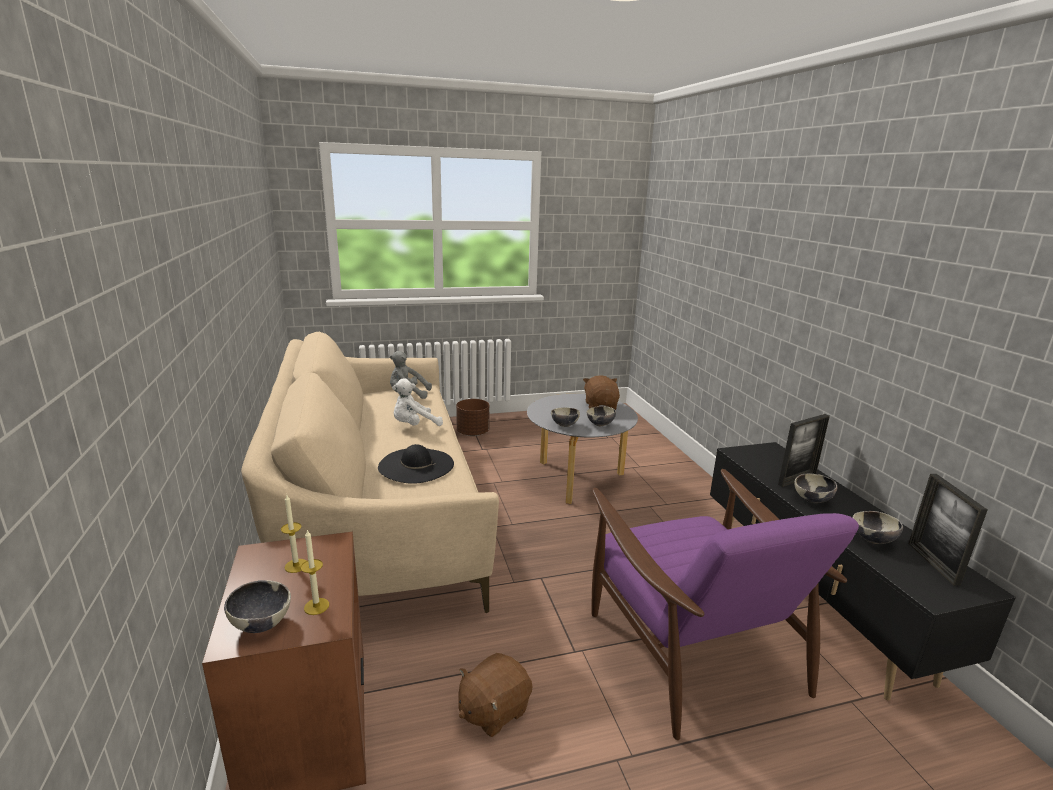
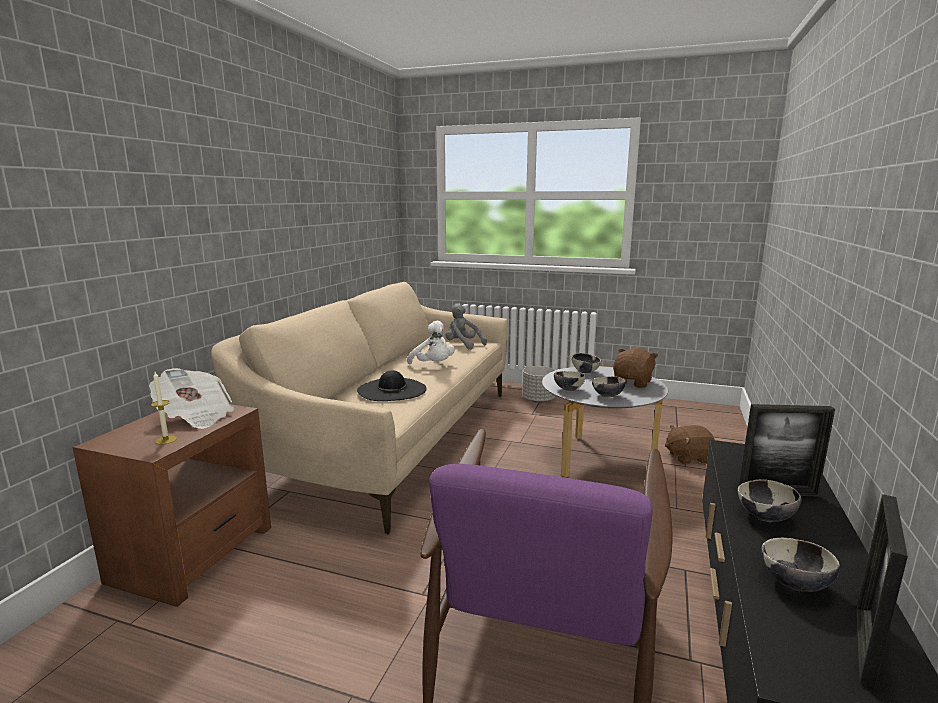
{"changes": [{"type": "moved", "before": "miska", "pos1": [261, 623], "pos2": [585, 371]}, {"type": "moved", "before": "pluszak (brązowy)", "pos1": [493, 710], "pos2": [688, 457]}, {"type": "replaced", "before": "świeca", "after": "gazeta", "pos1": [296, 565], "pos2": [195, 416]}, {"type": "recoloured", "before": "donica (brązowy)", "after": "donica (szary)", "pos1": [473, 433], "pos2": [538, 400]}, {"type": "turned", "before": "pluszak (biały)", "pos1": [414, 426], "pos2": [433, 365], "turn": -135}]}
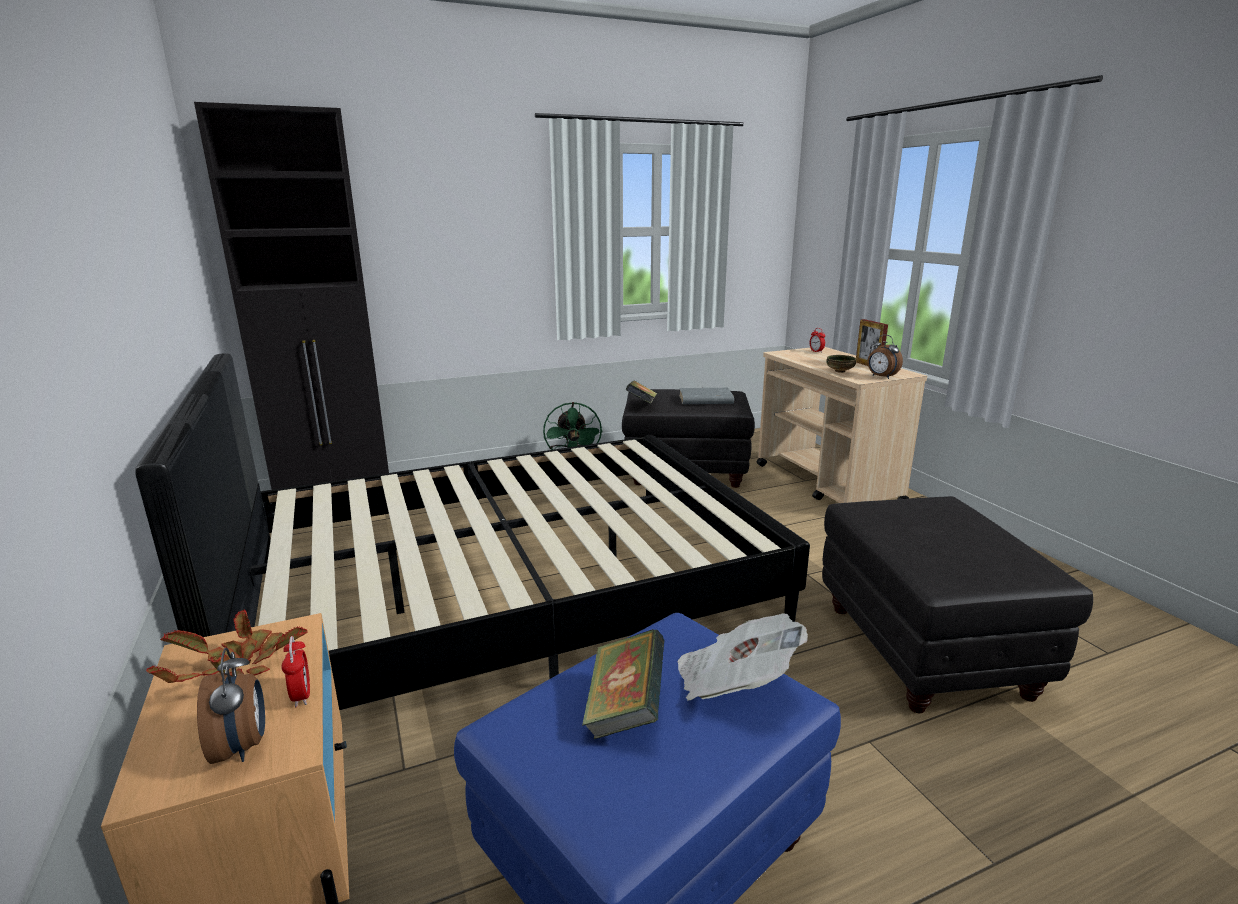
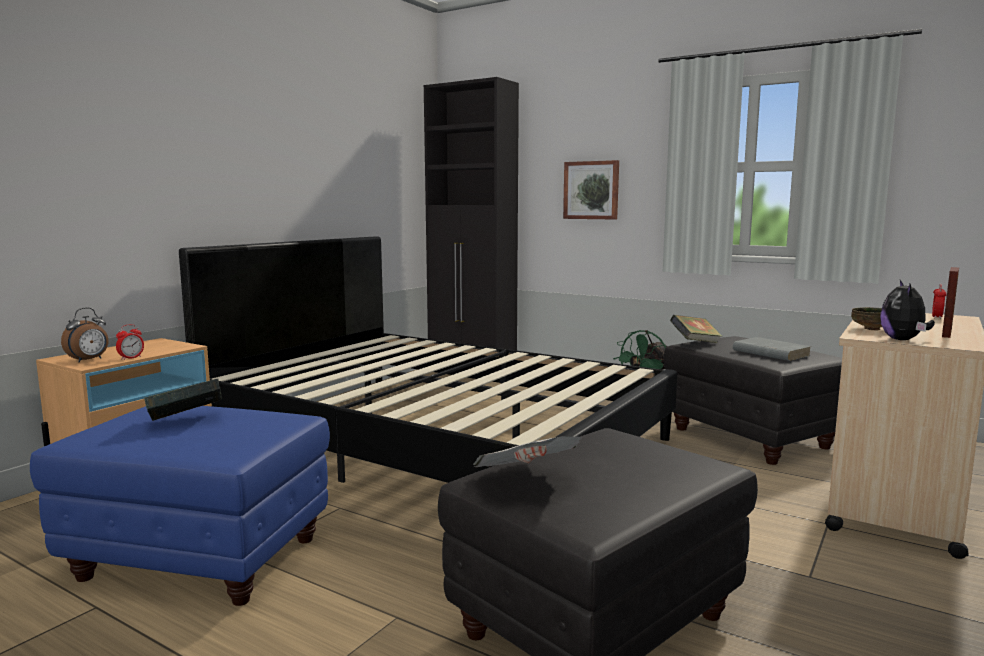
{"changes": [{"type": "removed", "before": "roślina doniczkowa", "pos1": [238, 668]}, {"type": "added", "after": "obraz", "pos2": [591, 190]}, {"type": "moved", "before": "gazeta", "pos1": [734, 683], "pos2": [525, 481]}, {"type": "replaced", "before": "budzik", "after": "pluszak", "pos1": [881, 377], "pos2": [903, 340]}]}
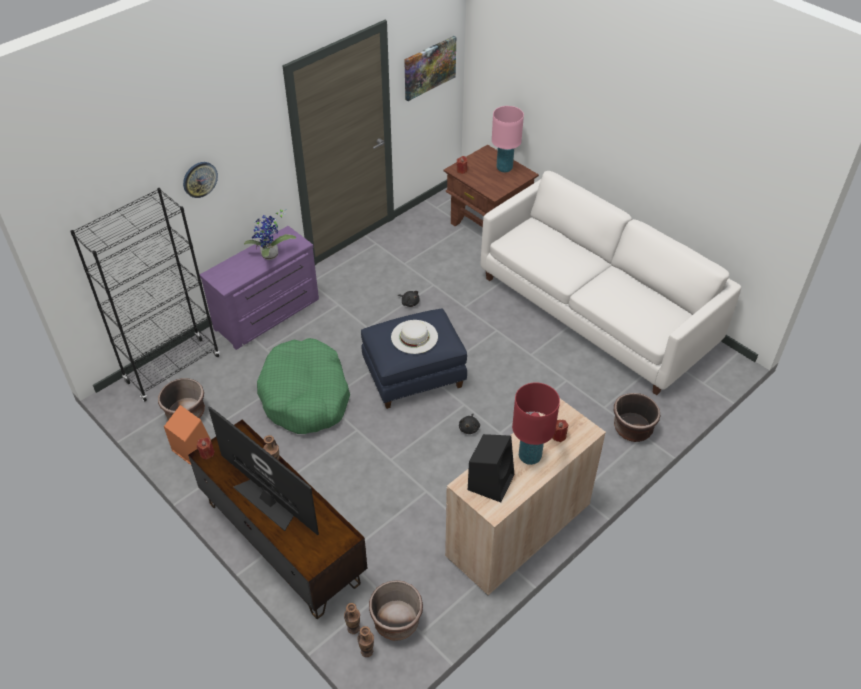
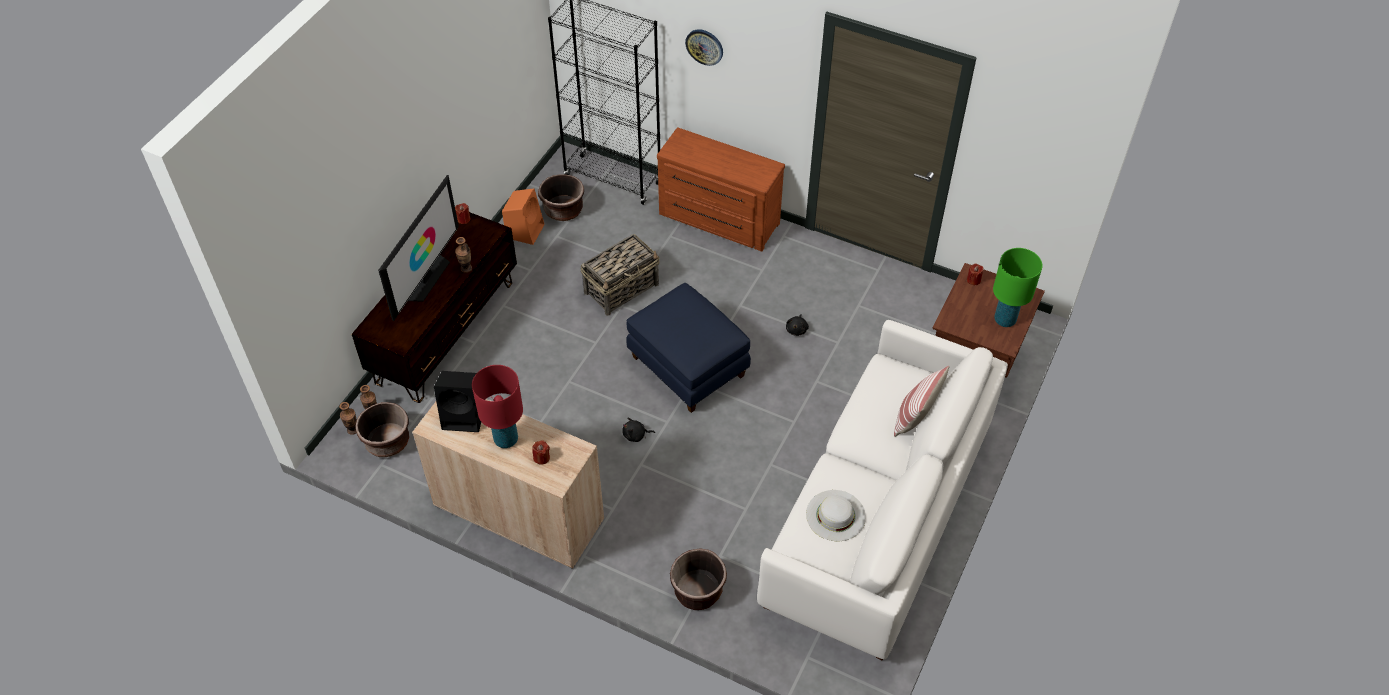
{"changes": [{"type": "removed", "before": "roślina doniczkowa", "pos1": [270, 256]}, {"type": "removed", "before": "obraz", "pos1": [429, 67]}, {"type": "added", "after": "poduszka", "pos2": [915, 417]}, {"type": "moved", "before": "kapelusz (biały)", "pos1": [414, 336], "pos2": [835, 515]}, {"type": "replaced", "before": "legowisko (zielony)", "after": "koszyk", "pos1": [305, 396], "pos2": [622, 288]}, {"type": "recoloured", "before": "komoda (fioletowy)", "after": "komoda (brązowy)", "pos1": [268, 315], "pos2": [718, 220]}, {"type": "recoloured", "before": "lampa stołowa (różowy)", "after": "lampa stołowa (zielony)", "pos1": [504, 168], "pos2": [1005, 320]}]}
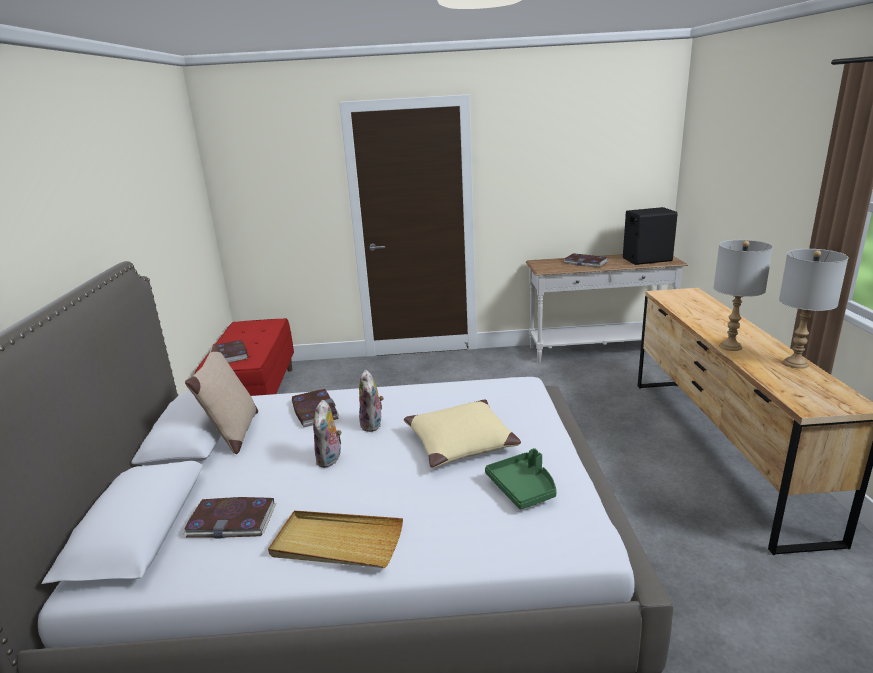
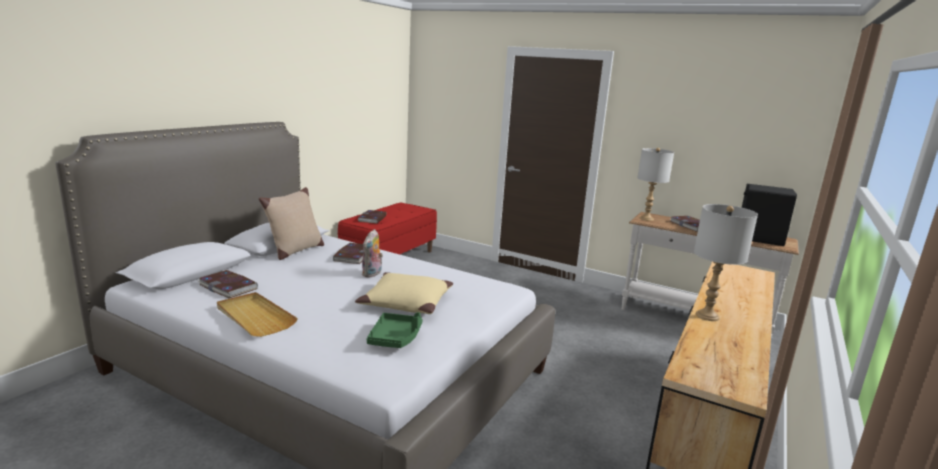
{"changes": [{"type": "removed", "before": "pluszak", "pos1": [330, 459]}, {"type": "moved", "before": "lampa stołowa (szary)", "pos1": [795, 363], "pos2": [646, 219]}]}
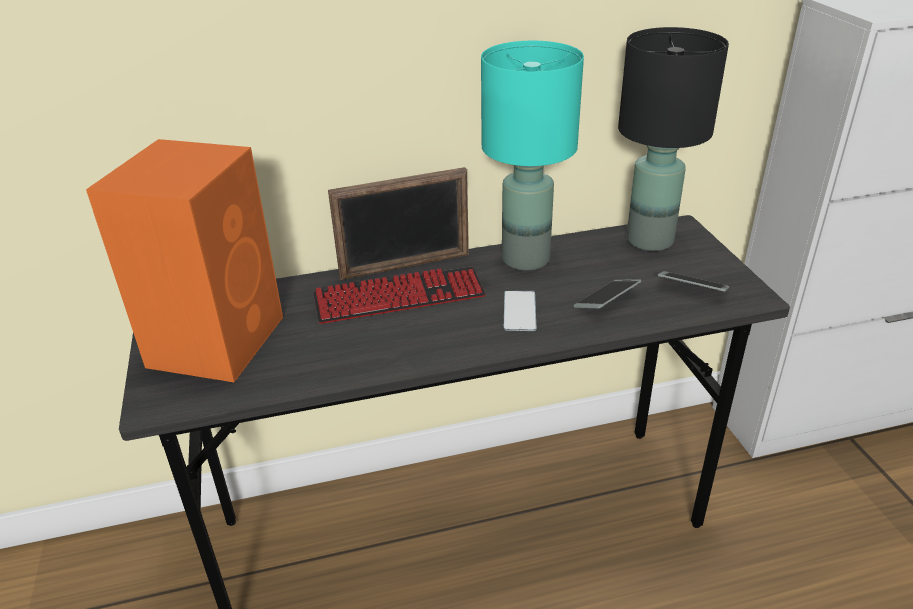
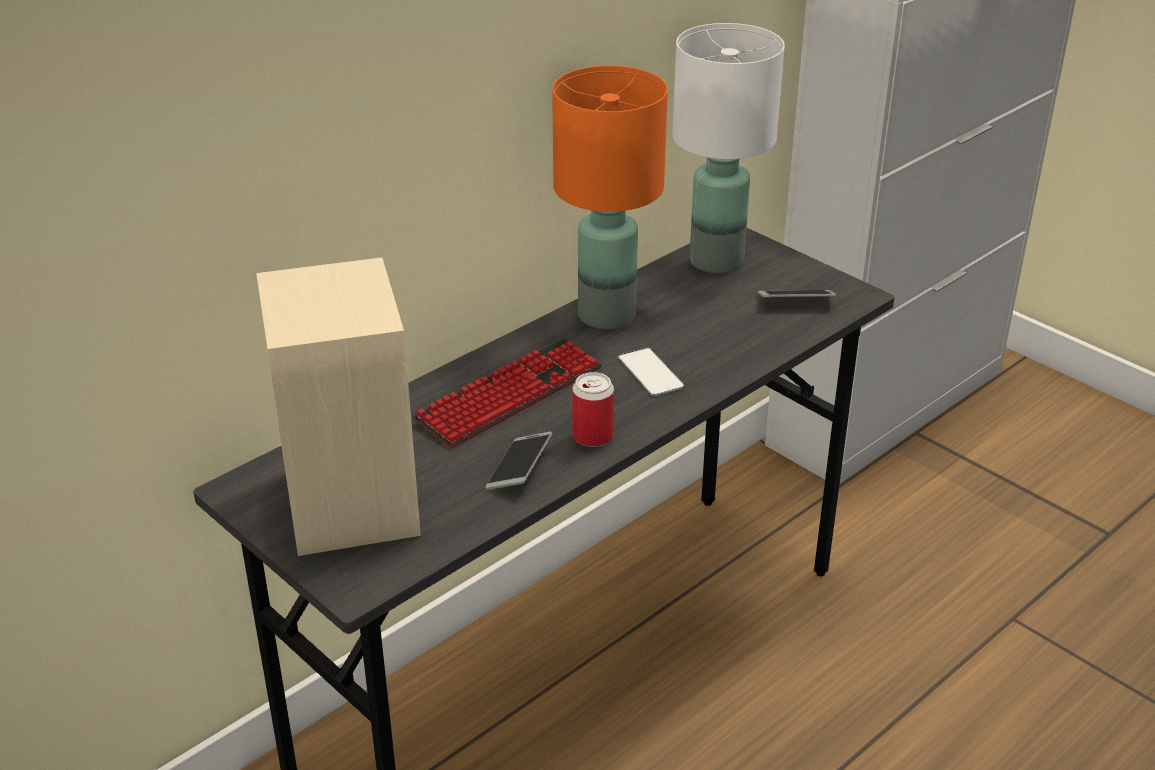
{"changes": [{"type": "removed", "before": "ramka na zdjęcie", "pos1": [405, 266]}, {"type": "added", "after": "puszka", "pos2": [592, 436]}, {"type": "moved", "before": "telefon", "pos1": [606, 300], "pos2": [519, 468]}, {"type": "recoloured", "before": "głośnik (pomarańczowy)", "after": "głośnik (beżowy)", "pos1": [218, 339], "pos2": [350, 500]}, {"type": "recoloured", "before": "lampa stołowa (turkusowy)", "after": "lampa stołowa (pomarańczowy)", "pos1": [526, 258], "pos2": [606, 314]}, {"type": "recoloured", "before": "lampa stołowa (czarny)", "after": "lampa stołowa (biały)", "pos1": [648, 241], "pos2": [716, 262]}]}
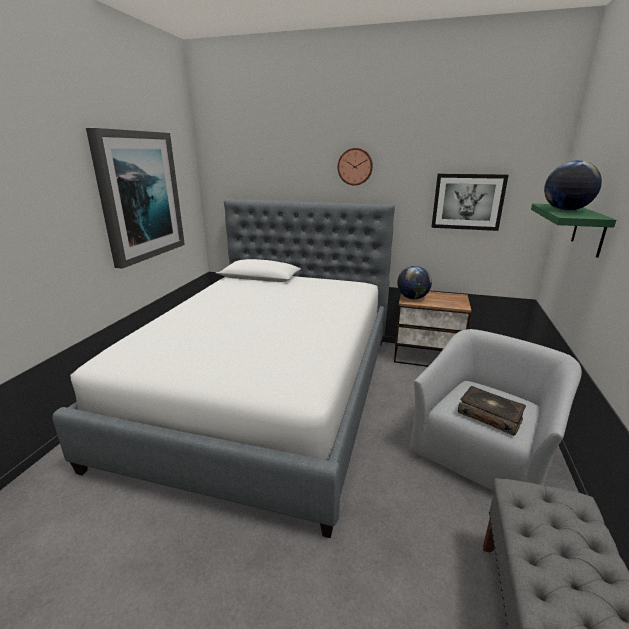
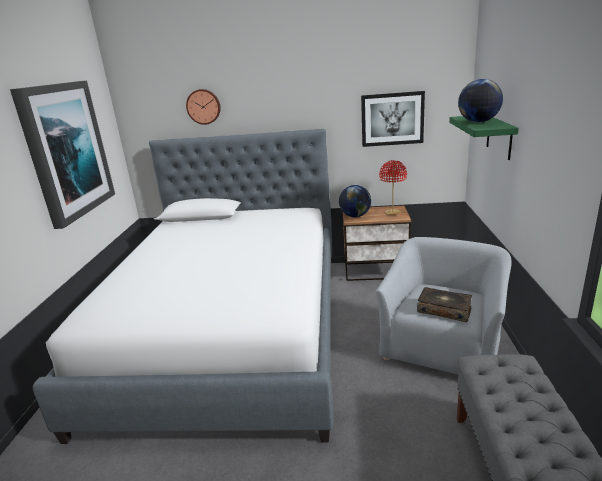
{"changes": [{"type": "added", "after": "lampa stołowa (czerwony)", "pos2": [392, 213]}, {"type": "moved", "before": "zegar ścienny", "pos1": [355, 166], "pos2": [203, 106]}]}
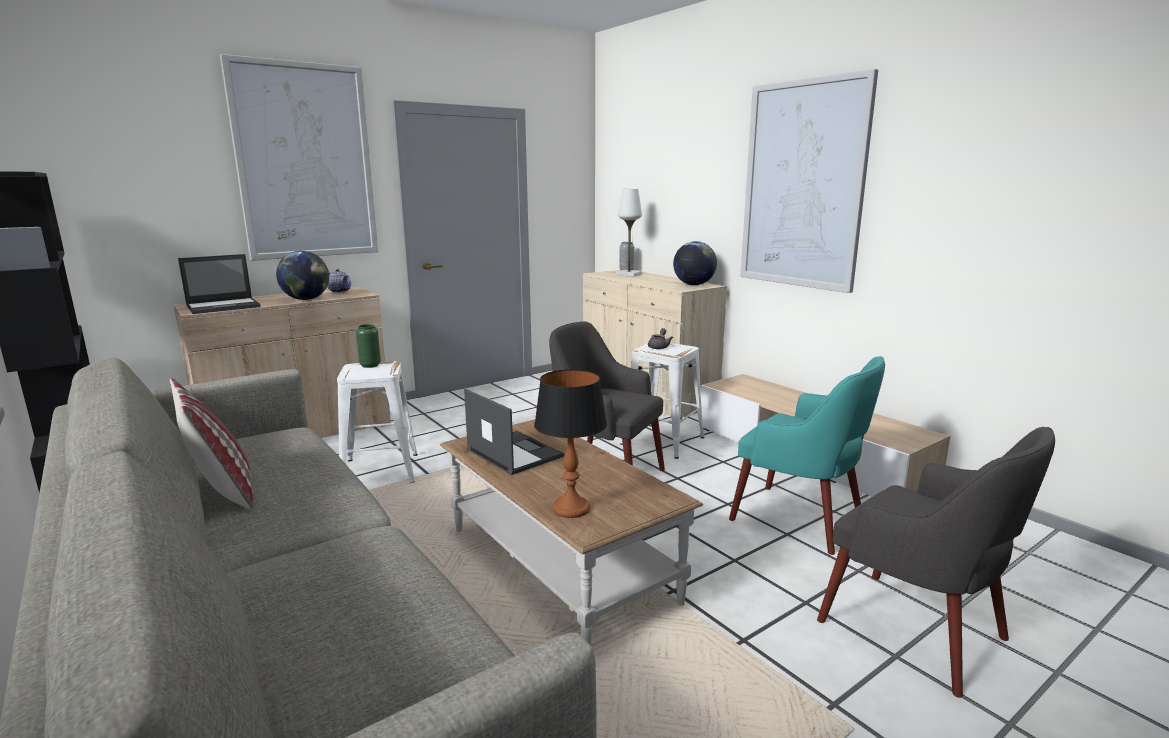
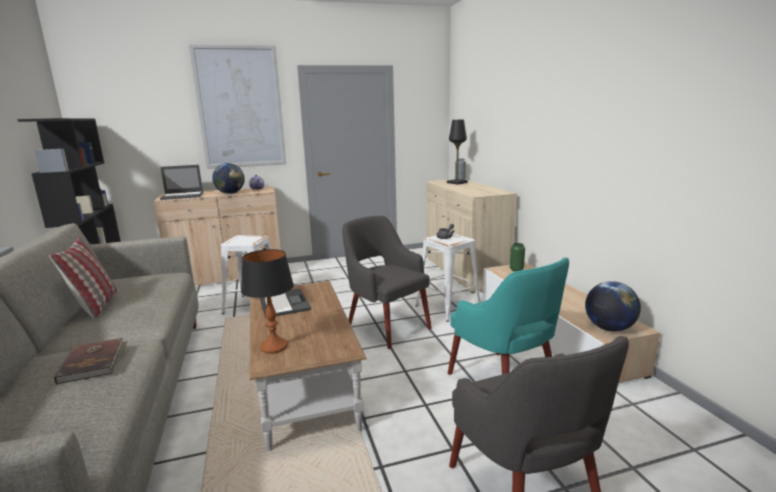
{"changes": [{"type": "removed", "before": "obraz", "pos1": [803, 185]}, {"type": "added", "after": "książka (brązowy)", "pos2": [94, 362]}, {"type": "moved", "before": "wazon (zielony)", "pos1": [370, 365], "pos2": [516, 270]}, {"type": "moved", "before": "globus", "pos1": [694, 285], "pos2": [609, 328]}, {"type": "recoloured", "before": "lampa stołowa (biały)", "after": "lampa stołowa (czarny)", "pos1": [629, 274], "pos2": [457, 183]}]}
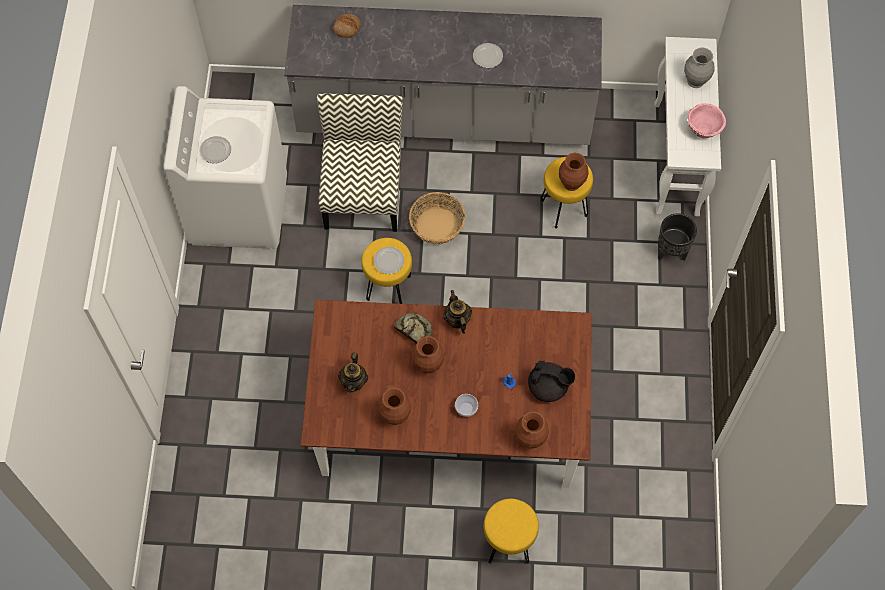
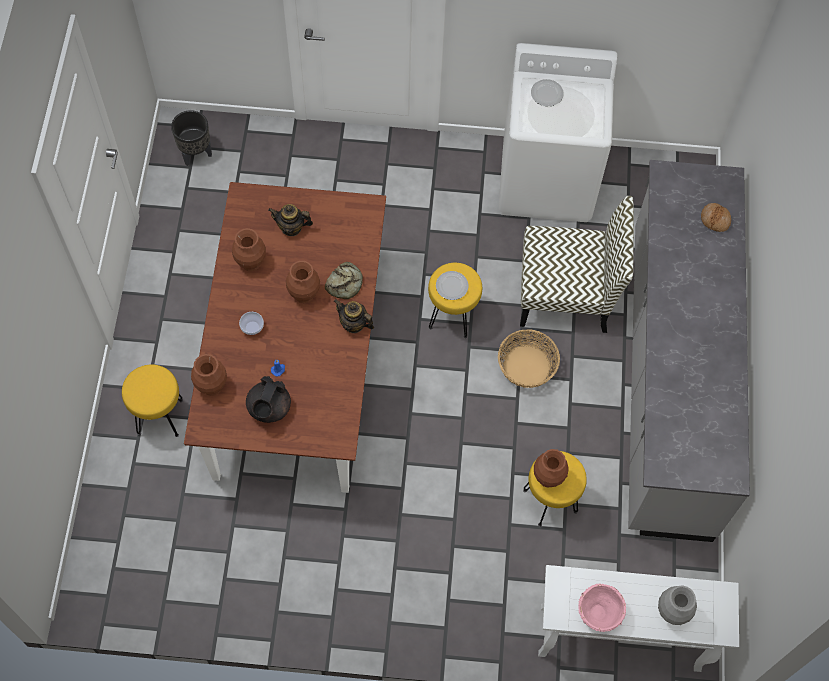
{"changes": [{"type": "removed", "before": "talerz", "pos1": [488, 56]}, {"type": "moved", "before": "donica (czarny)", "pos1": [671, 252], "pos2": [196, 154]}, {"type": "turned", "before": "imbryk", "pos1": [457, 320], "pos2": [354, 324], "turn": -135}]}
